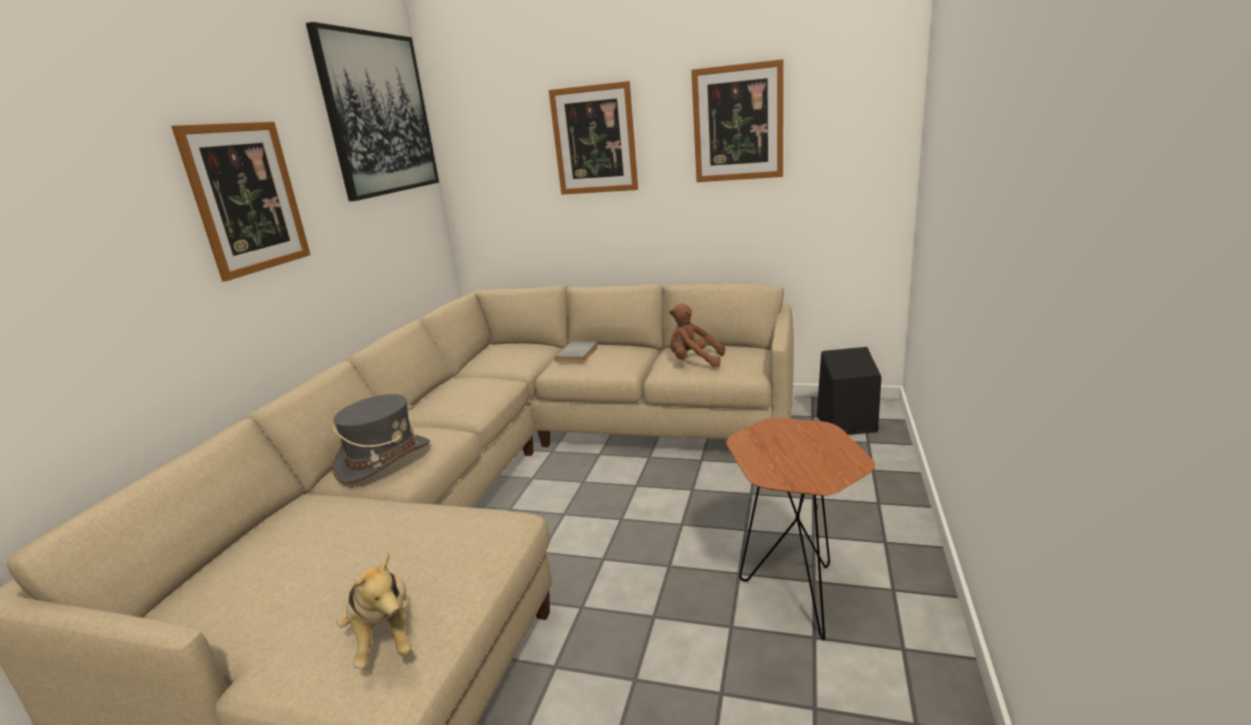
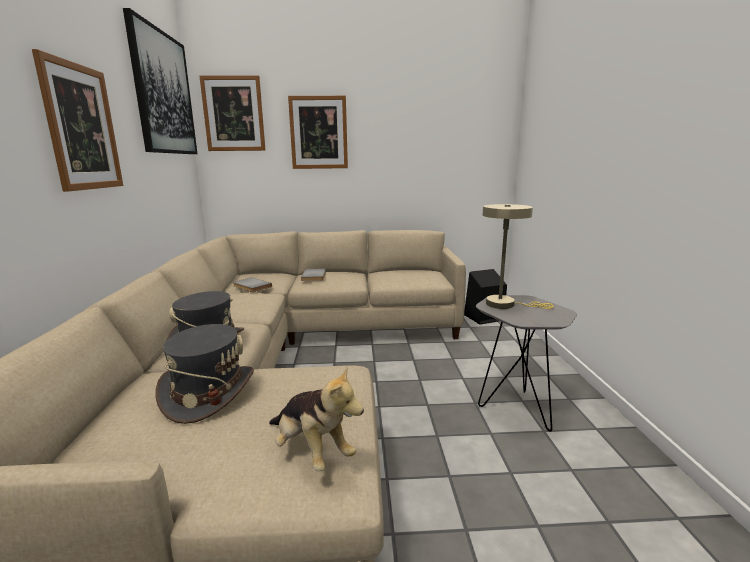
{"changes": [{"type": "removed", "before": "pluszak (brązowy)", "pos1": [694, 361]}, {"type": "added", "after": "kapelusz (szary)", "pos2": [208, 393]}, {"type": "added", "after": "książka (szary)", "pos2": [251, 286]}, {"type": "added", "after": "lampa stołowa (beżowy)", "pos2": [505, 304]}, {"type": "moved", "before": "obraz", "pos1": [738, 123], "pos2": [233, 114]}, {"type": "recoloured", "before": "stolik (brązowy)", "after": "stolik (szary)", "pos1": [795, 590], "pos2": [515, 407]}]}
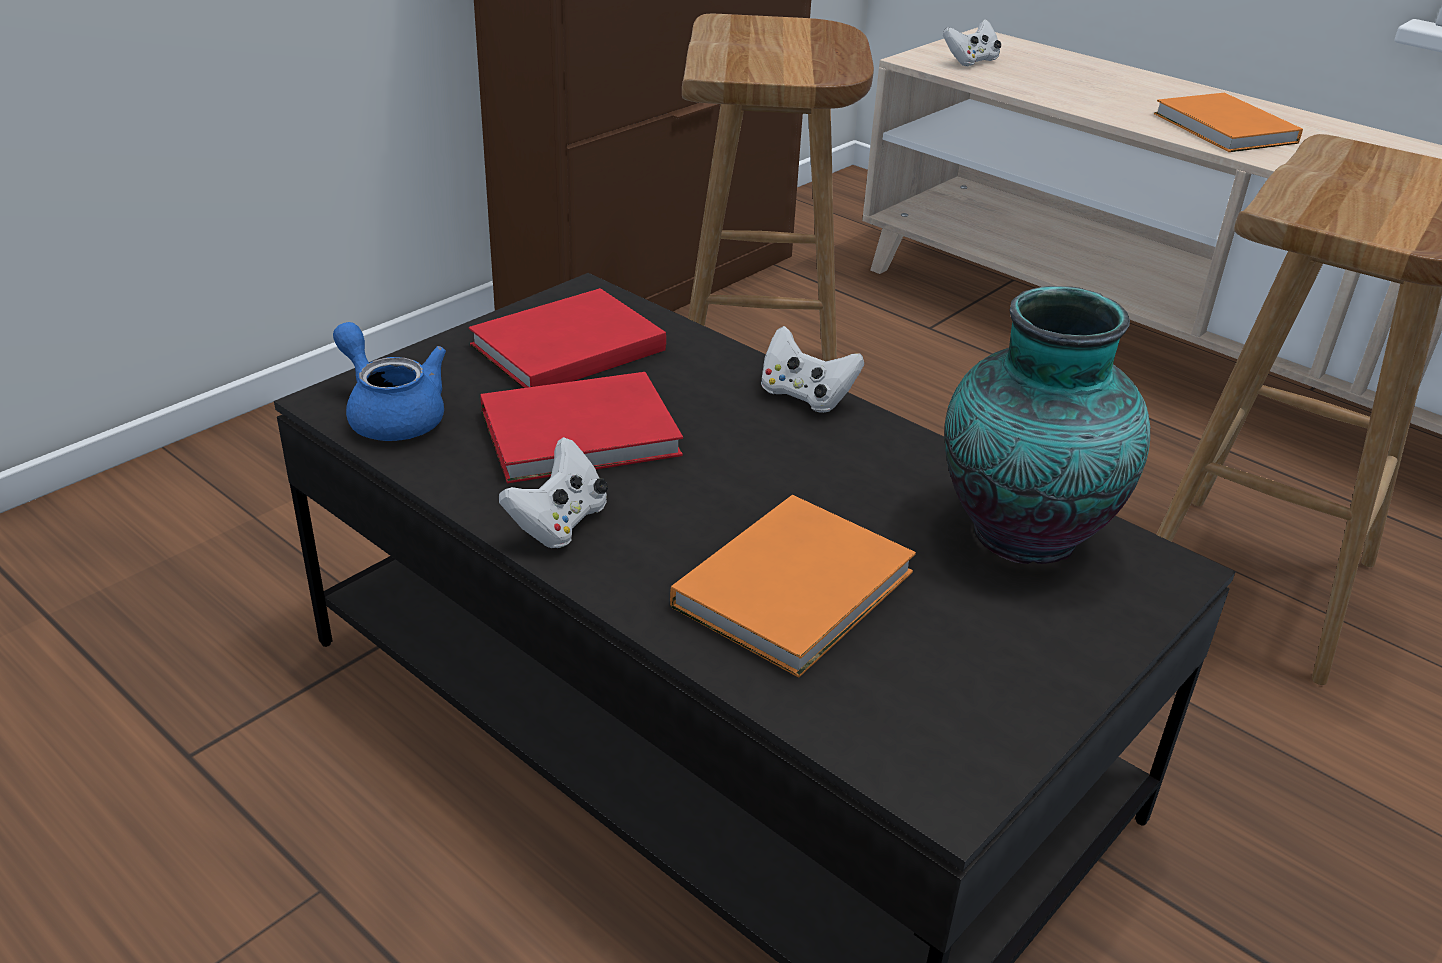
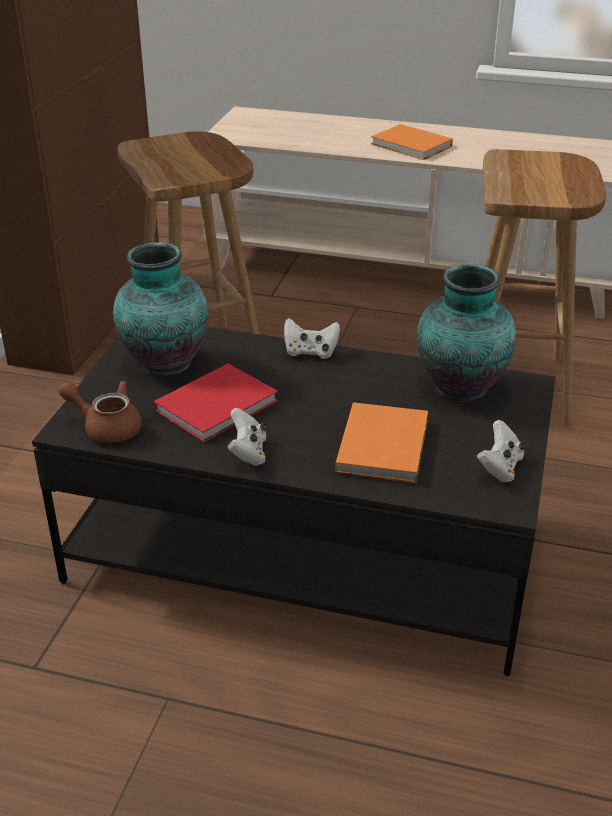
{"changes": [{"type": "moved", "before": "pad do gier (biały)", "pos1": [971, 61], "pos2": [500, 468]}, {"type": "replaced", "before": "książka (czerwony)", "after": "wazon", "pos1": [562, 348], "pos2": [163, 363]}, {"type": "recoloured", "before": "imbryk (niebieski)", "after": "imbryk (brązowy)", "pos1": [391, 414], "pos2": [106, 427]}]}
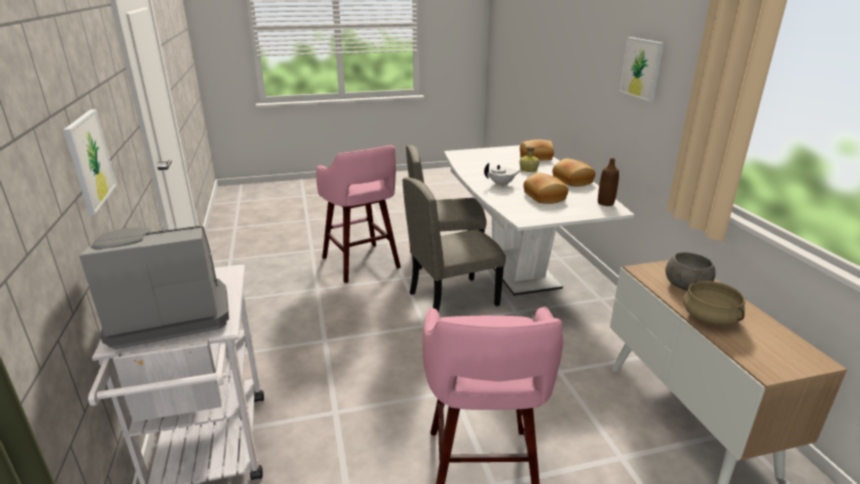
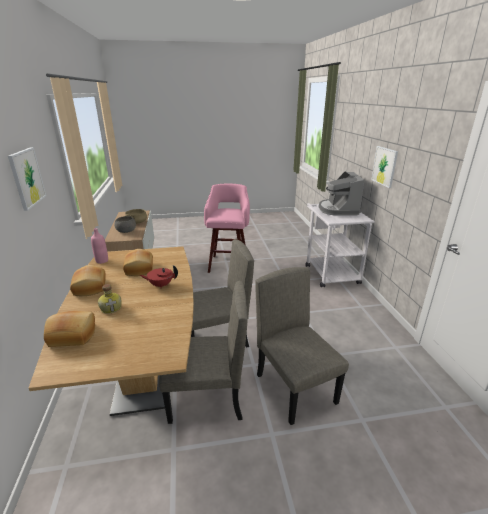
{"changes": [{"type": "replaced", "before": "stołek (różowy)", "after": "krzesło (beżowy)", "pos1": [361, 264], "pos2": [296, 388]}, {"type": "recoloured", "before": "stół jadalny (biały)", "after": "stół jadalny (brązowy)", "pos1": [517, 267], "pos2": [143, 372]}, {"type": "recoloured", "before": "imbryk (biały)", "after": "imbryk (czerwony)", "pos1": [502, 184], "pos2": [161, 285]}, {"type": "recoloured", "before": "butelka (brązowy)", "after": "butelka (różowy)", "pos1": [605, 203], "pos2": [102, 261]}, {"type": "turned", "before": "ekspres do kawy", "pos1": [169, 314], "pos2": [338, 209], "turn": 105}]}
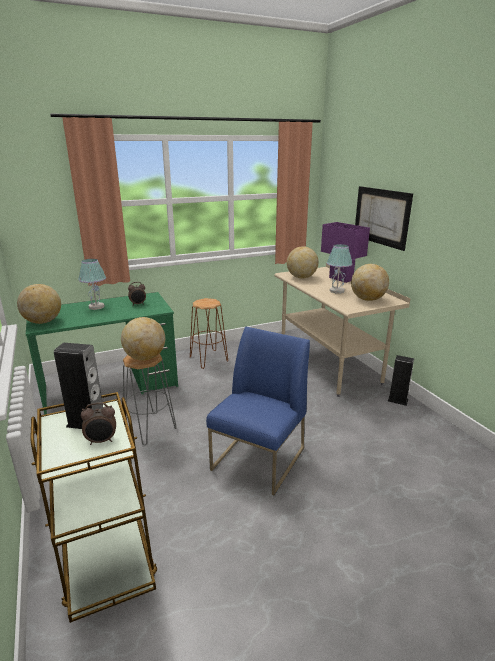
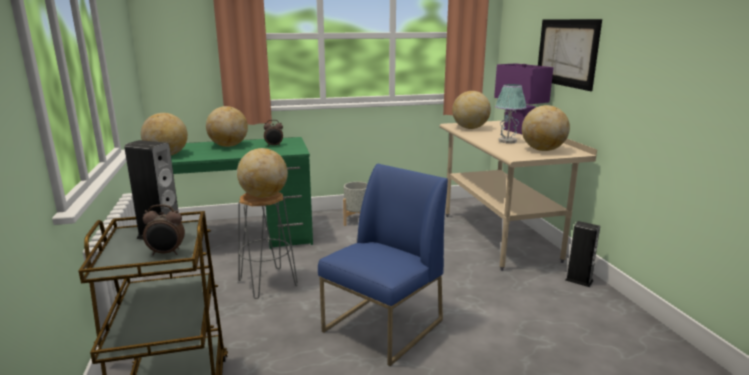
{"changes": [{"type": "replaced", "before": "lampa stołowa", "after": "globus", "pos1": [96, 307], "pos2": [229, 146]}, {"type": "replaced", "before": "stołek (brązowy)", "after": "donica (szary)", "pos1": [209, 359], "pos2": [357, 220]}]}
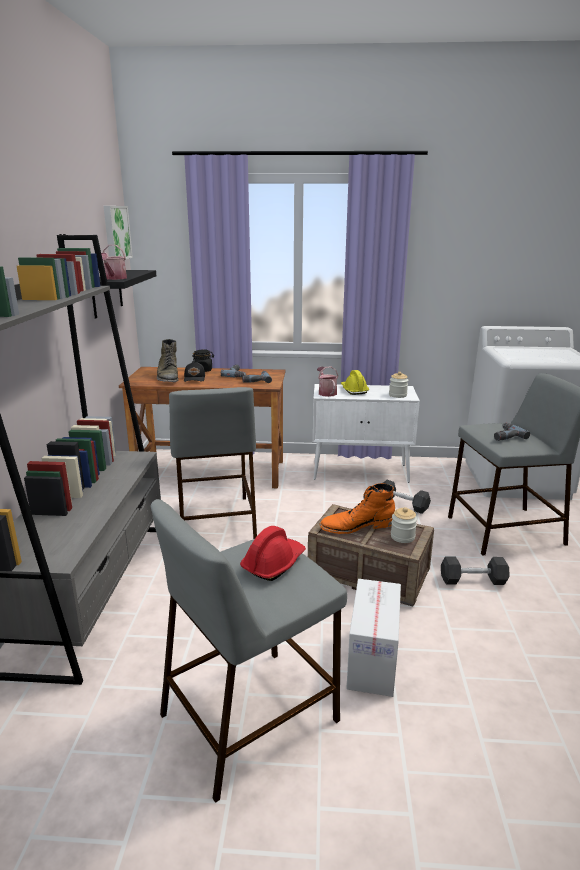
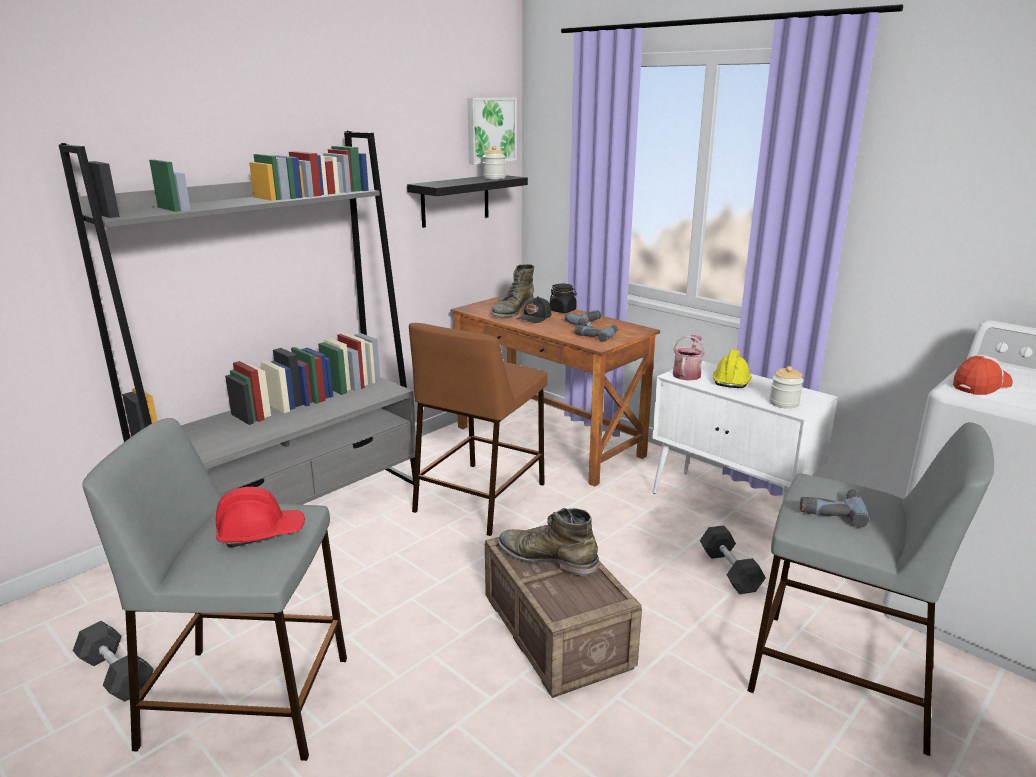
{"changes": [{"type": "removed", "before": "konewka", "pos1": [114, 278]}, {"type": "removed", "before": "karton", "pos1": [372, 660]}, {"type": "added", "after": "czapka z daszkiem", "pos2": [981, 385]}, {"type": "moved", "before": "słoik", "pos1": [402, 537], "pos2": [494, 178]}, {"type": "moved", "before": "hantel (czarny)", "pos1": [473, 580], "pos2": [116, 673]}, {"type": "recoloured", "before": "stołek (szary)", "after": "stołek (brązowy)", "pos1": [215, 520], "pos2": [480, 496]}, {"type": "recoloured", "before": "but z cholewką (pomarańczowy)", "after": "but z cholewką (zielony)", "pos1": [356, 526], "pos2": [547, 558]}]}
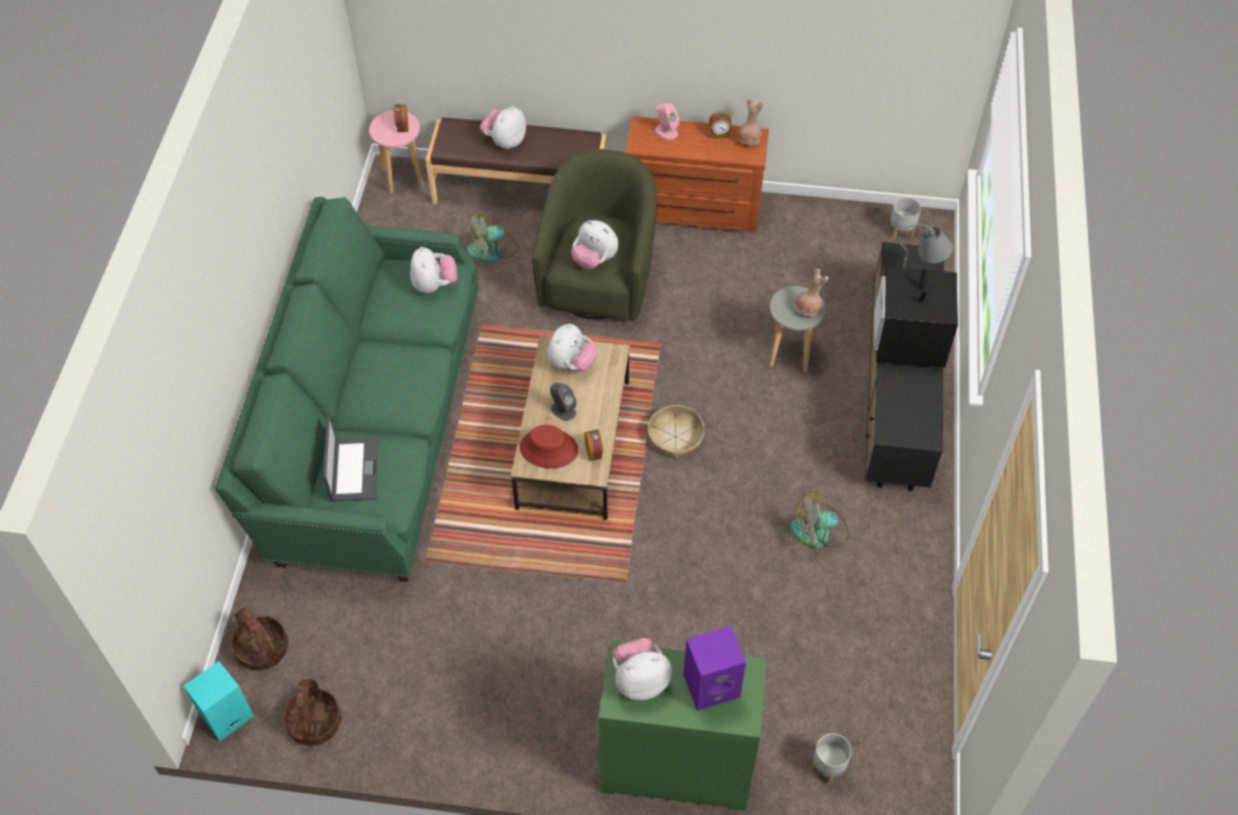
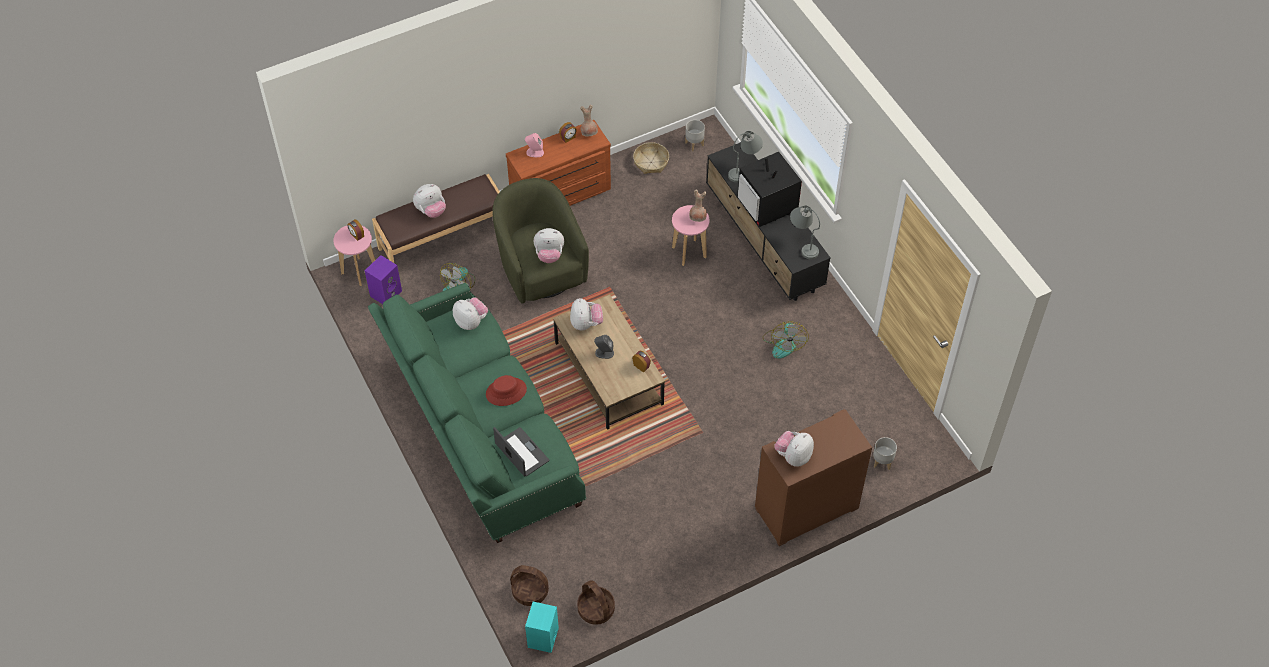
{"changes": [{"type": "added", "after": "lampa stołowa (szary)", "pos2": [803, 244]}, {"type": "moved", "before": "kapelusz (czerwony)", "pos1": [548, 449], "pos2": [506, 392]}, {"type": "moved", "before": "koszyk", "pos1": [675, 436], "pos2": [651, 162]}, {"type": "moved", "before": "głośnik (fioletowy)", "pos1": [712, 684], "pos2": [386, 293]}, {"type": "recoloured", "before": "szafka (zielony)", "after": "szafka (brązowy)", "pos1": [675, 766], "pos2": [806, 509]}, {"type": "recoloured", "before": "stołek (szary)", "after": "stołek (różowy)", "pos1": [790, 355], "pos2": [689, 252]}, {"type": "turned", "before": "pluszak", "pos1": [505, 141], "pos2": [431, 211], "turn": -120}, {"type": "turned", "before": "wentylator", "pos1": [819, 532], "pos2": [783, 343], "turn": -45}]}
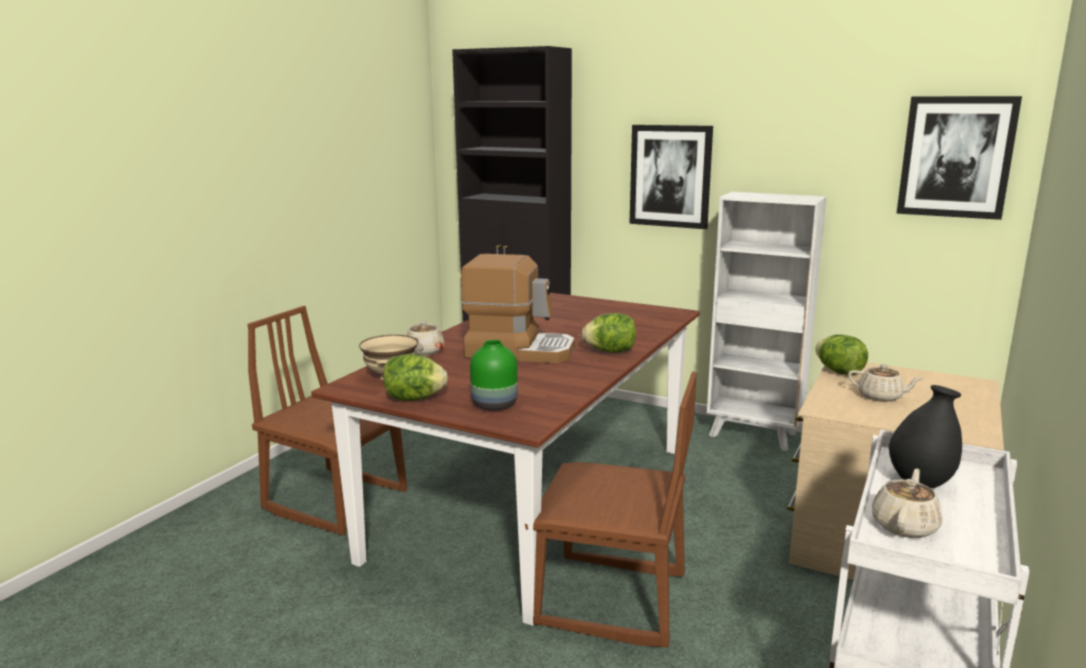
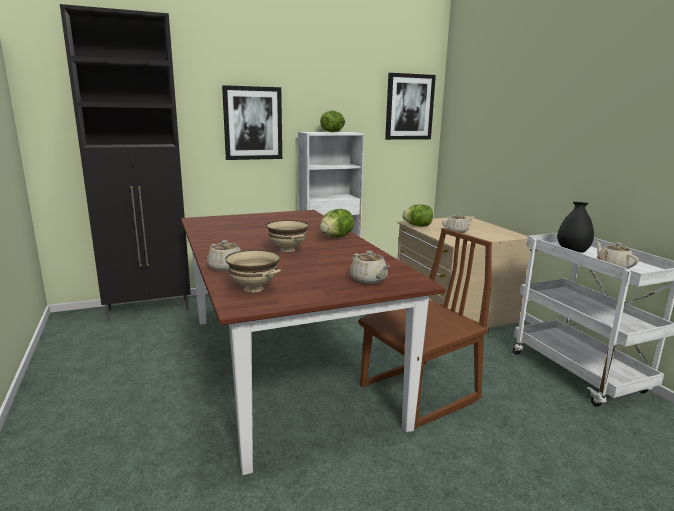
{"changes": [{"type": "removed", "before": "krzesło (brązowy)", "pos1": [337, 500]}, {"type": "moved", "before": "sałata", "pos1": [414, 398], "pos2": [333, 132]}, {"type": "replaced", "before": "ekspres do kawy", "after": "miska (beżowy)", "pos1": [519, 351], "pos2": [287, 250]}, {"type": "replaced", "before": "wazon (zielony)", "after": "imbryk (beżowy)", "pos1": [494, 405], "pos2": [369, 280]}]}
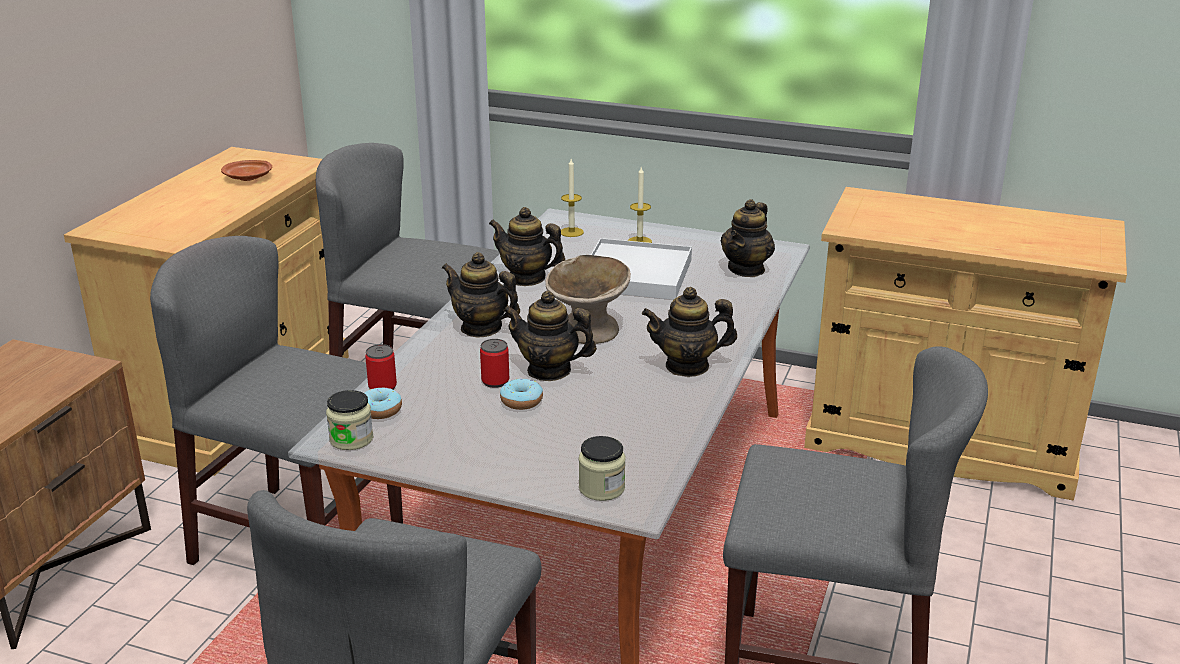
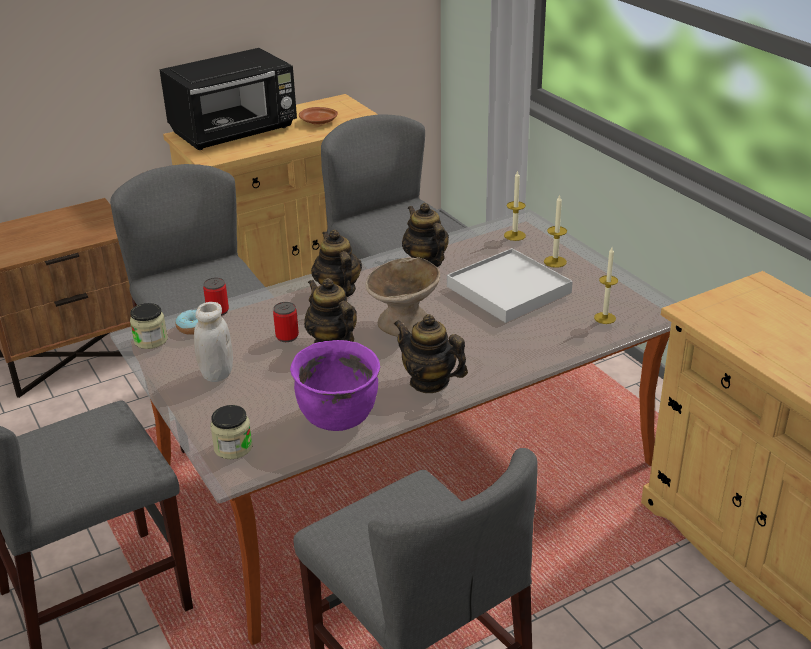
{"changes": [{"type": "removed", "before": "donut", "pos1": [521, 401]}, {"type": "added", "after": "mikrofalówka (czarny)", "pos2": [235, 131]}, {"type": "added", "after": "słoik (biały)", "pos2": [217, 374]}, {"type": "added", "after": "garnek (fioletowy)", "pos2": [339, 417]}, {"type": "replaced", "before": "imbryk", "after": "świeca", "pos1": [746, 269], "pos2": [605, 318]}]}
